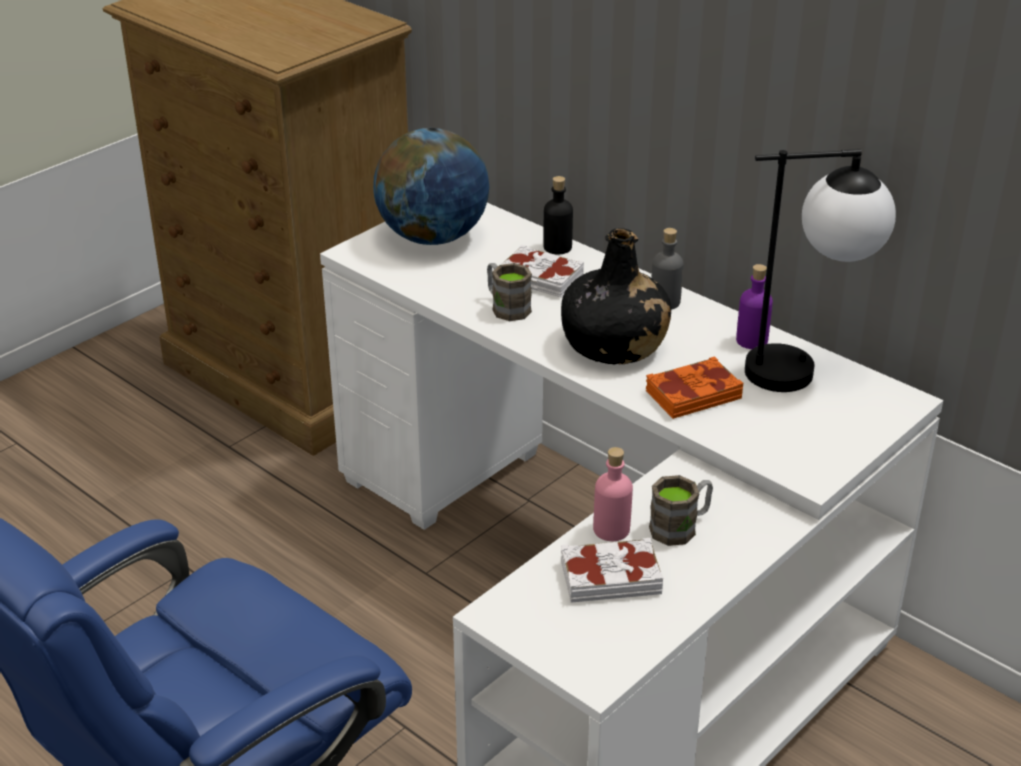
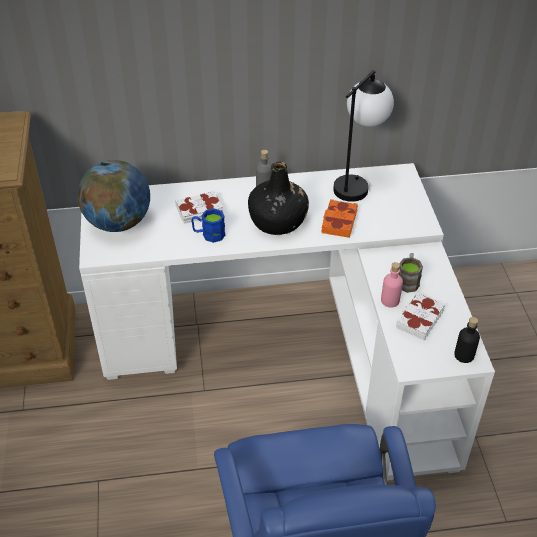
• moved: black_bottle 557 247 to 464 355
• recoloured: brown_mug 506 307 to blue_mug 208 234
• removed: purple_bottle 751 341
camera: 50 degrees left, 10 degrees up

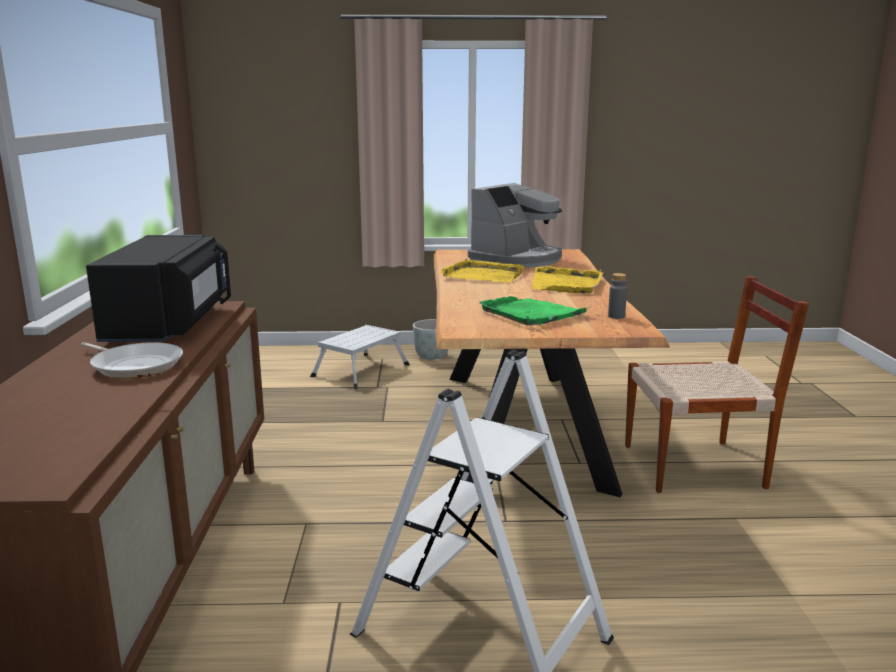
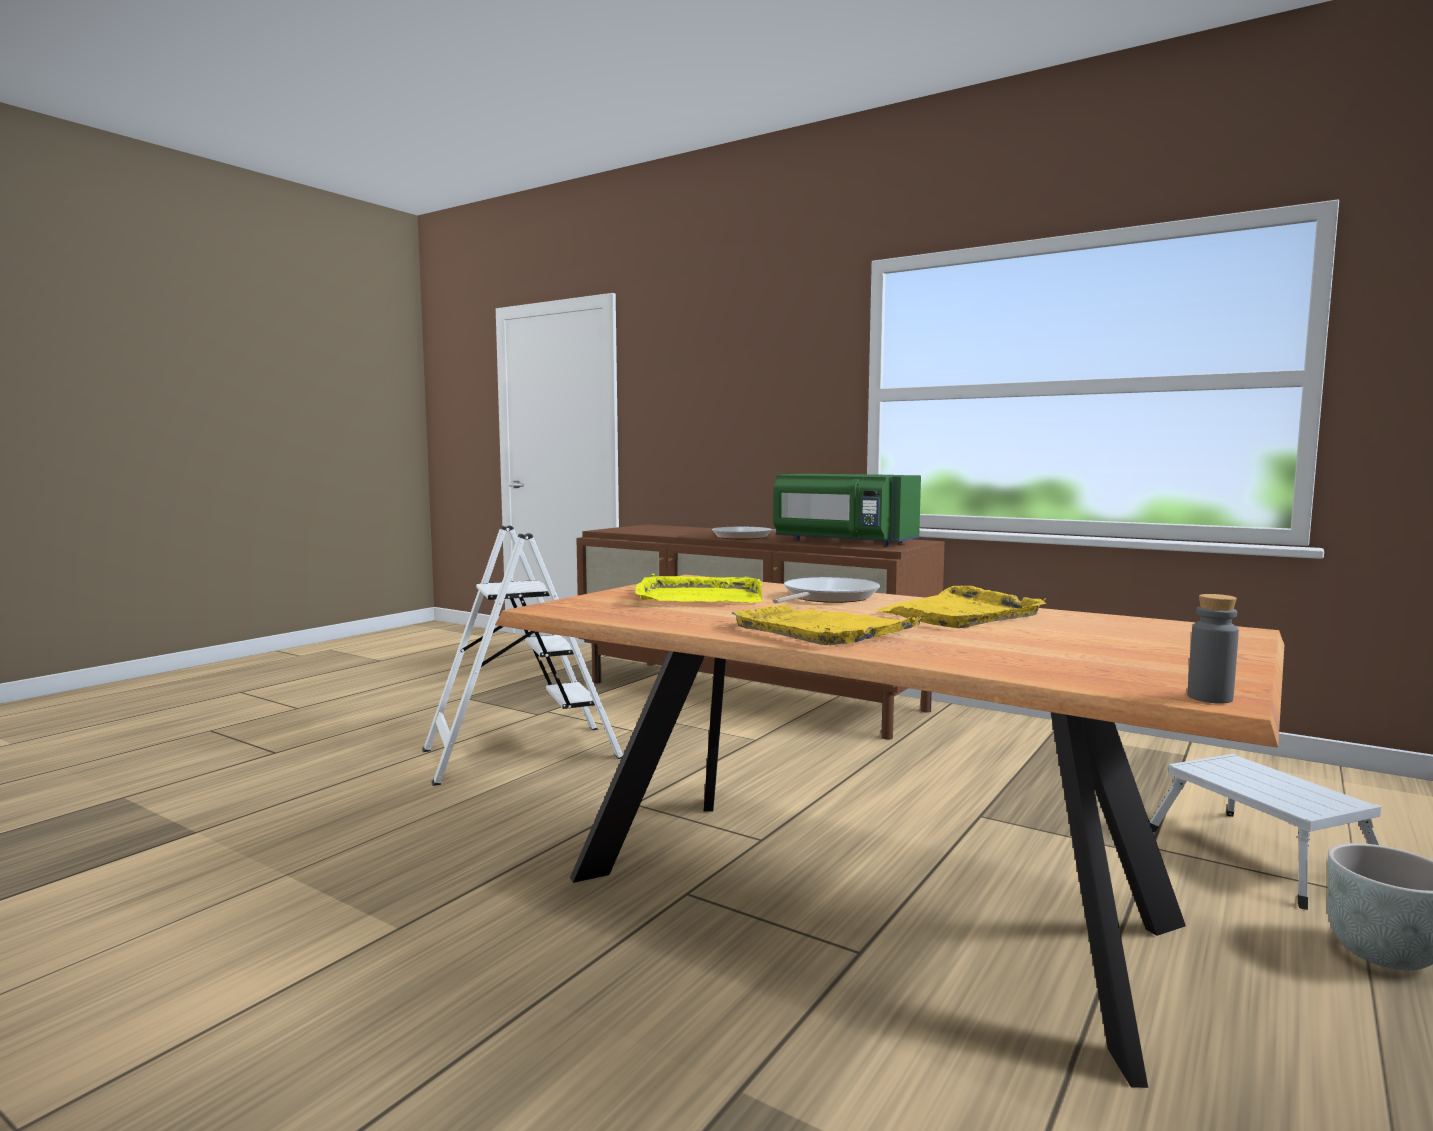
• removed: coffee_machine 517 260
• recoloured: black_microwave 171 324 to green_microwave 841 542
• moved: grey_bottle 616 316 to 1209 698
• removed: chair 697 467
• recoloured: green_tray 531 314 to yellow_tray 699 597
• added: frying_pan 826 597
camera: 125 degrees right, 10 degrees down

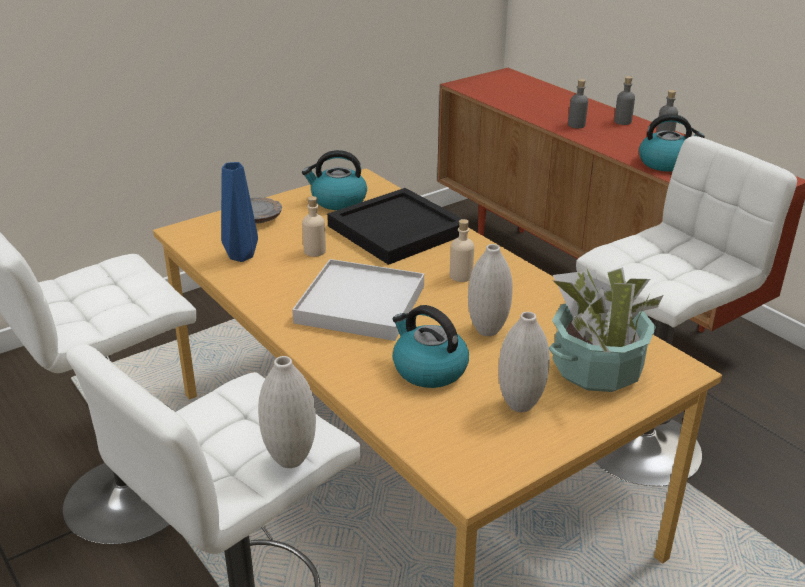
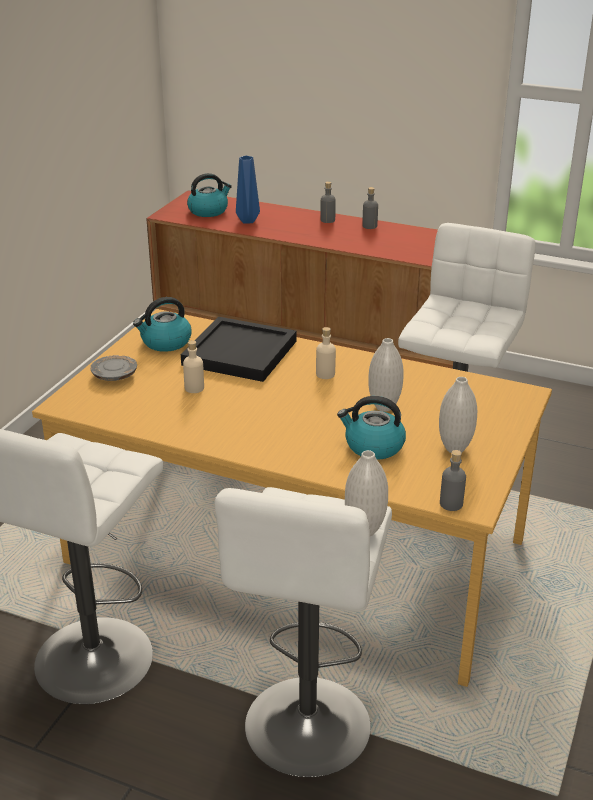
• moved: grey_bottle 576 125 to 451 504
• moved: kettle 665 163 to 208 211
• moved: blue_vase 243 256 to 248 220
• removed: white_tray 361 304
• removed: potted_plant 596 369
camera: 30 degrees left, 0 degrees up

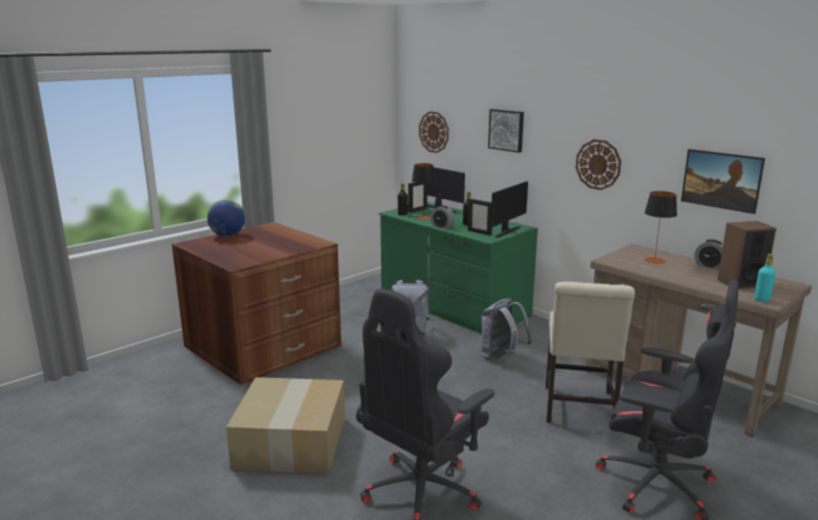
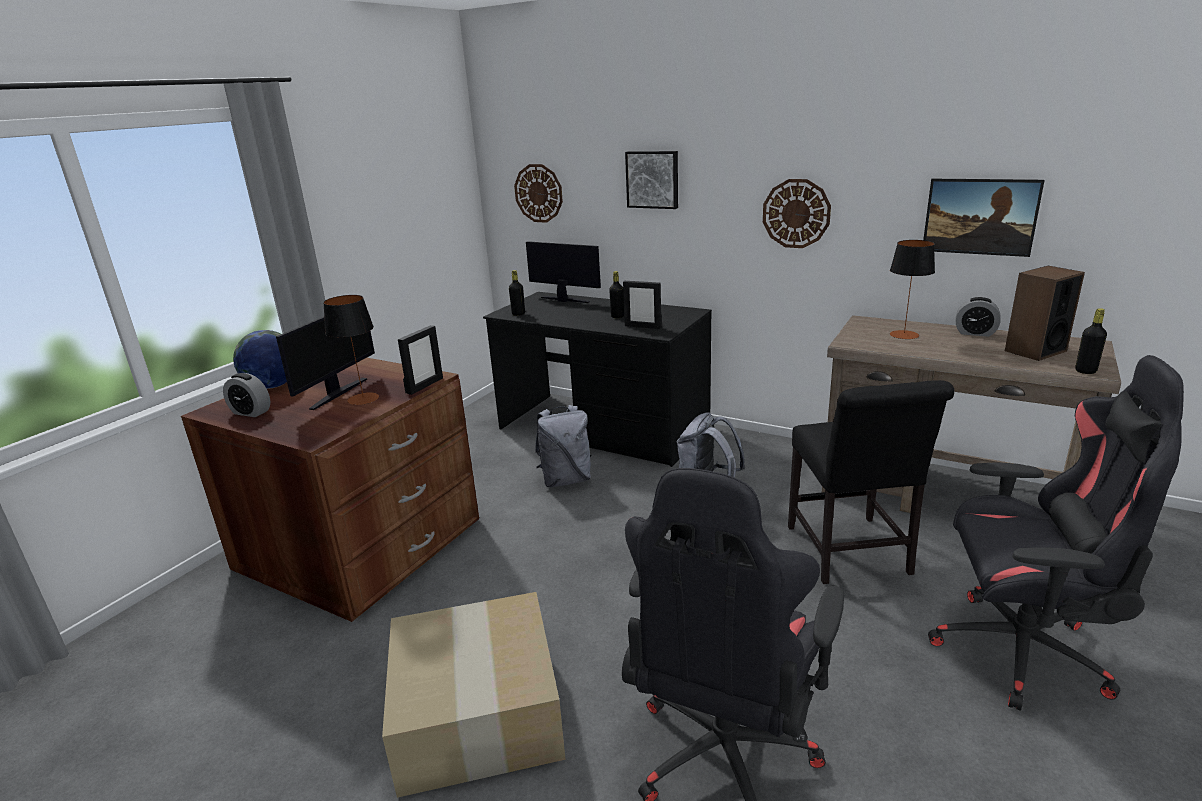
• moved: table_lamp 423 218 to 363 399
• moved: monitor 506 231 to 337 393
• moved: picture_frame 417 210 to 424 385
• recoloured: green_desk 453 305 to black_desk 603 428
• moved: alarm_clock 442 227 to 251 412
• recoloured: turquoise_bottle 761 300 to black_bottle 1085 371
• recoloured: beige_chair 578 410 to black_chair 850 555
camera: 15 degrees left, 5 degrees up

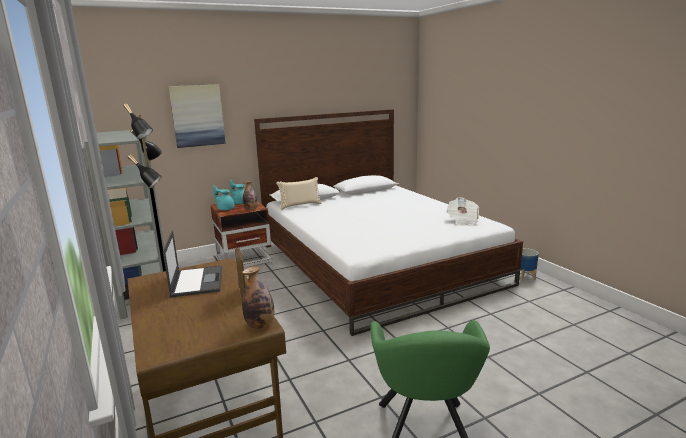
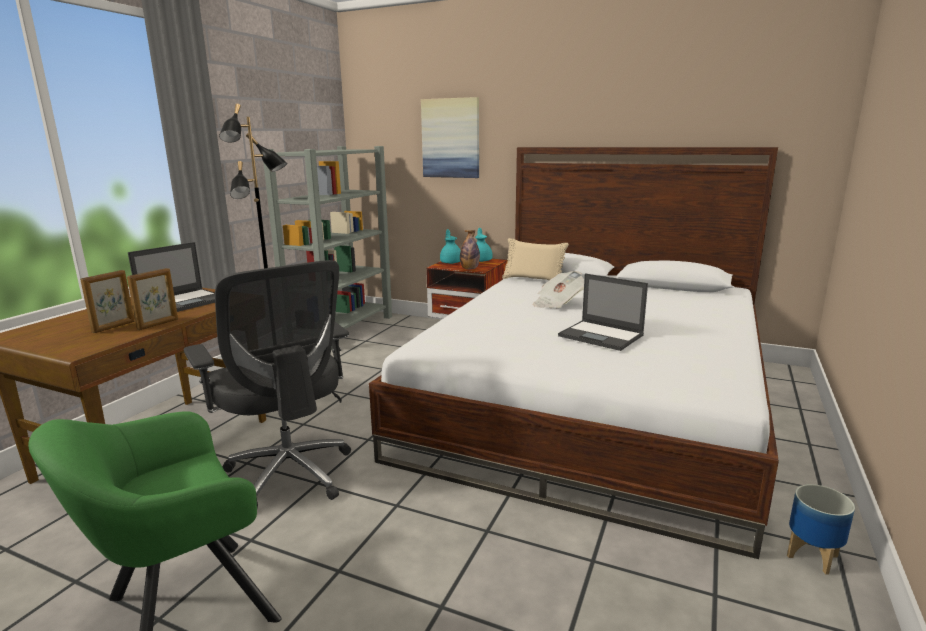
• moved: newspaper 462 220 to 558 303
• removed: bottle 260 325
• added: office_chair 289 471
• added: picture_frame 114 327
• added: laptop 602 336
camera: 50 degrees right, 0 degrees up

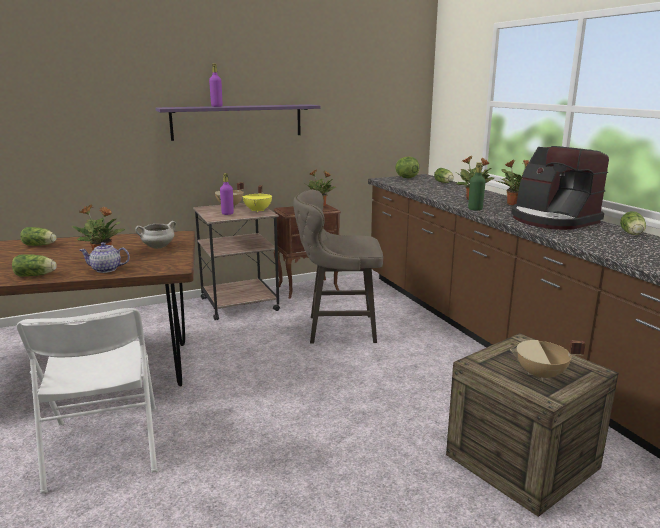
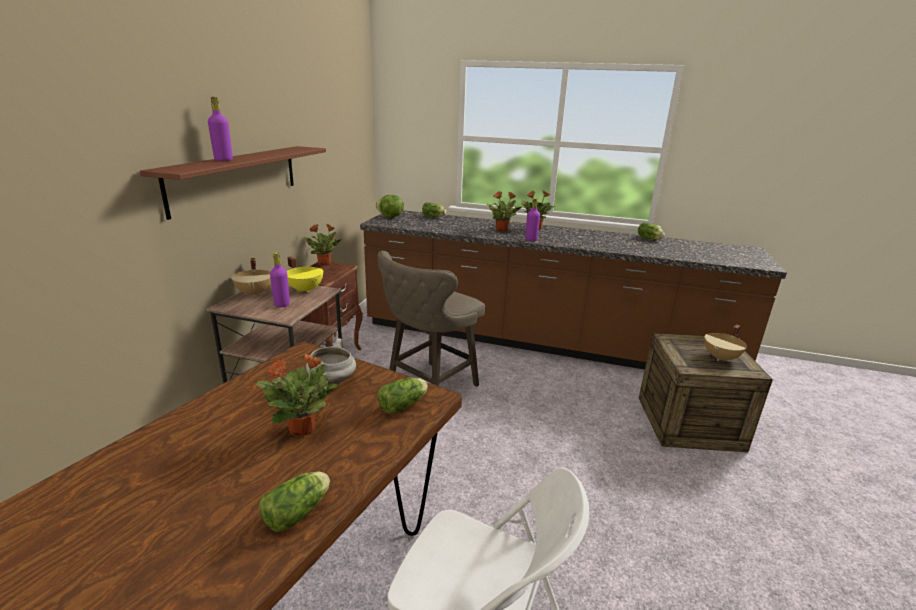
• recoloured: purple_shelf 237 121 to brown_shelf 236 178
• removed: coffee_machine 552 220
• recoloured: green_bottle 475 209 to purple_bottle 531 240
• moved: lettuce 40 245 to 404 405
• removed: teapot 106 269
camera: 50 degrees left, 5 degrees up

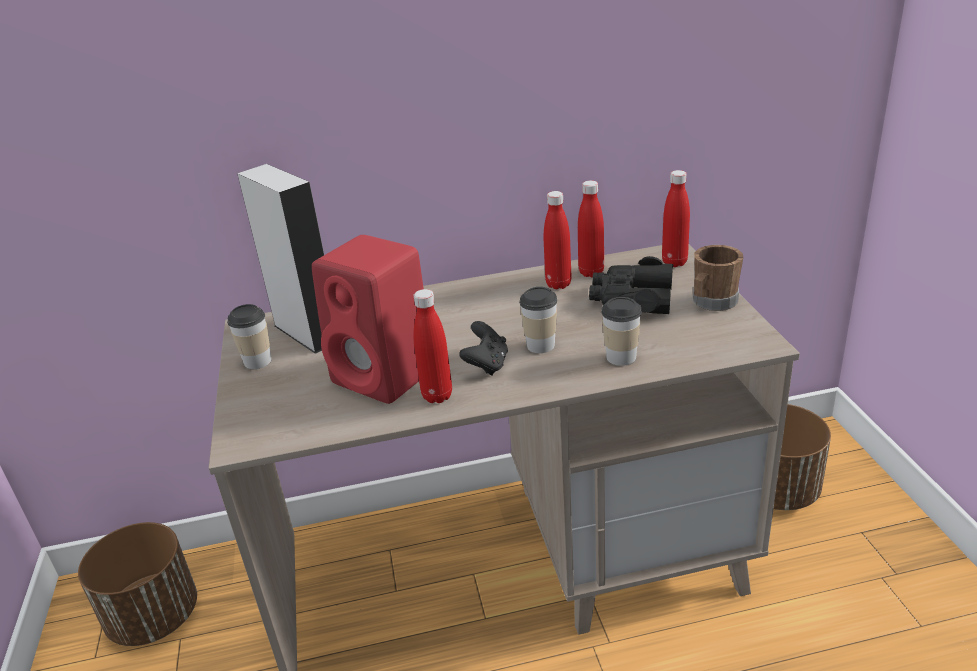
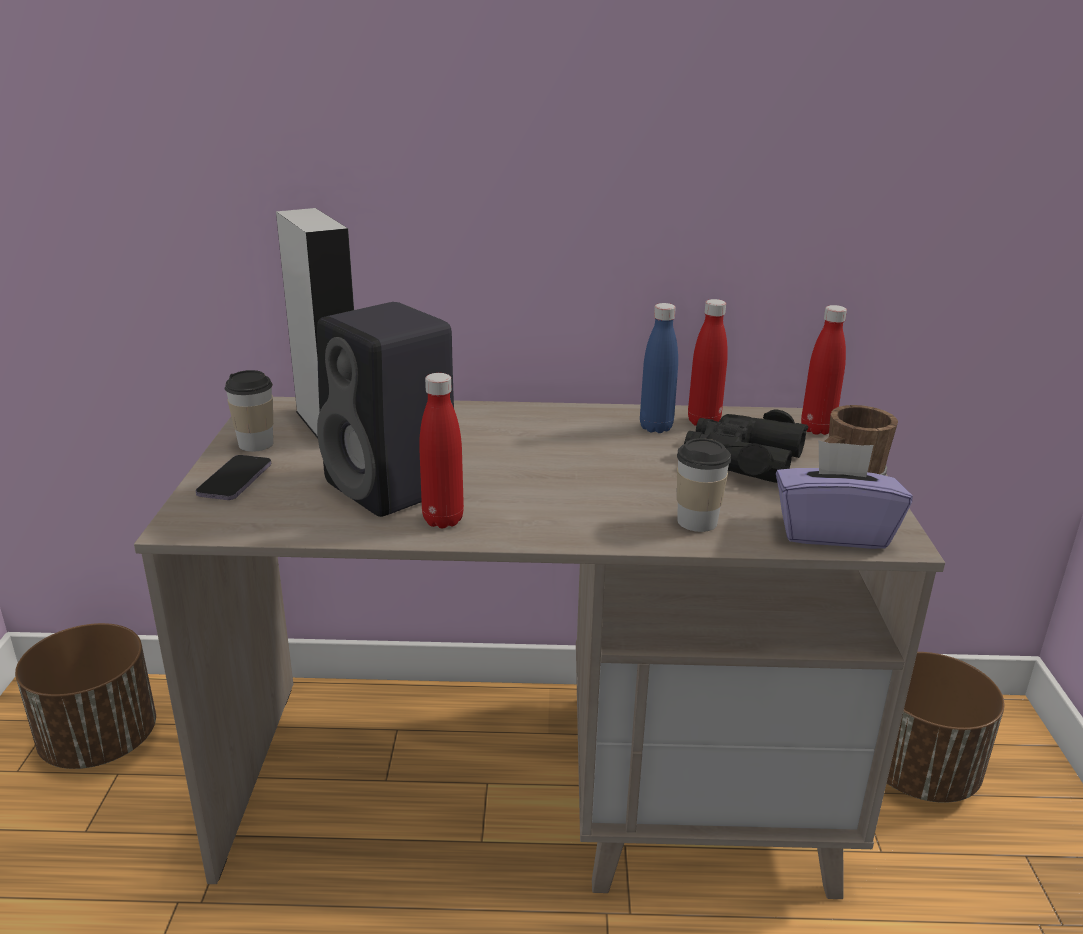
• recoloured: red_bottle 558 284 to blue_bottle 656 427
• recoloured: red_speaker 387 376 to black_speaker 395 487
• removed: cup 540 345
• removed: black_game_controller 487 365
• added: purple_tissue_box 832 531
• added: phone 235 480
camera: 10 degrees right, 5 degrees down

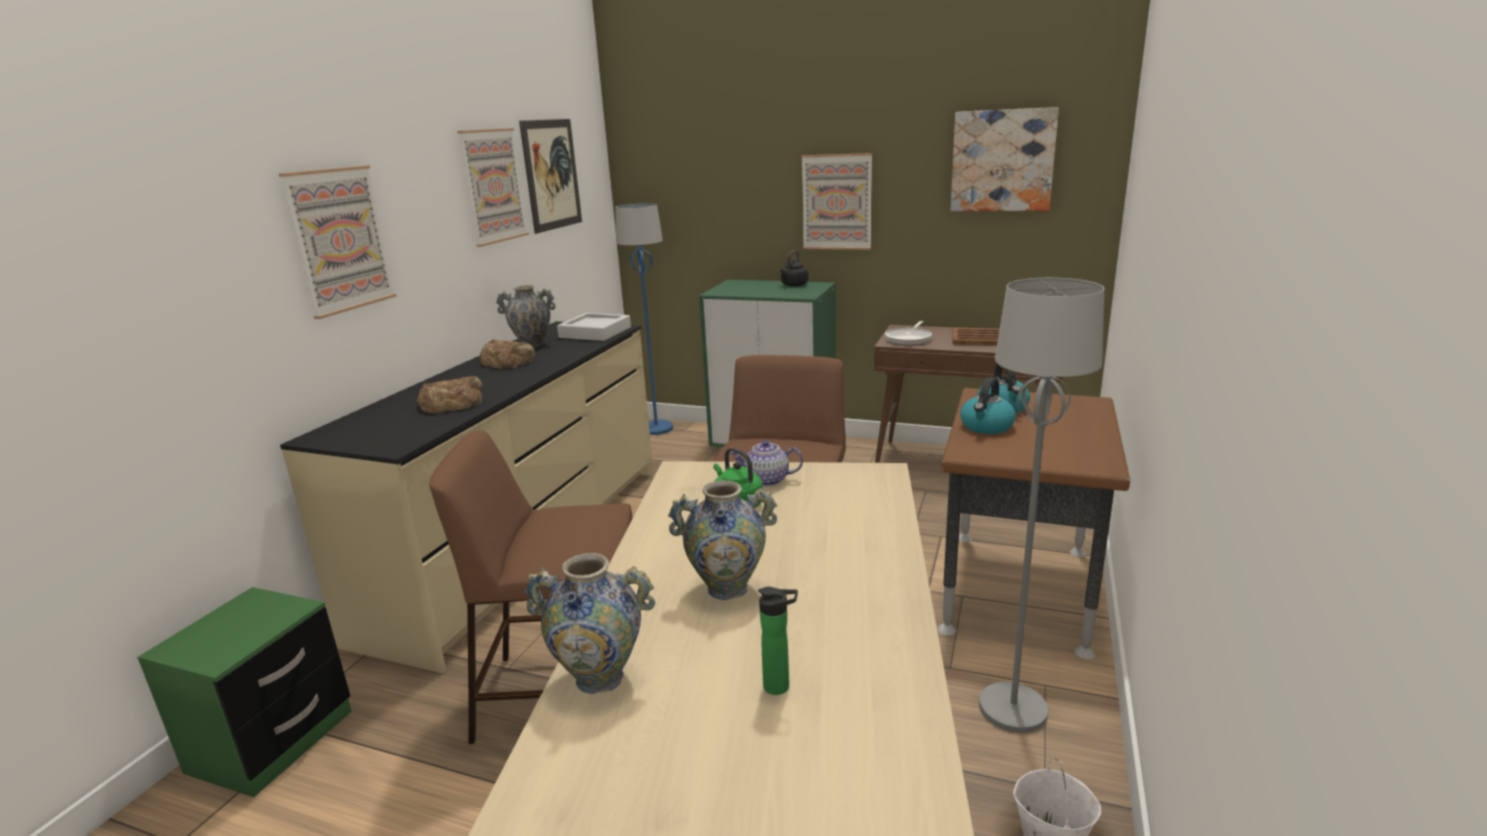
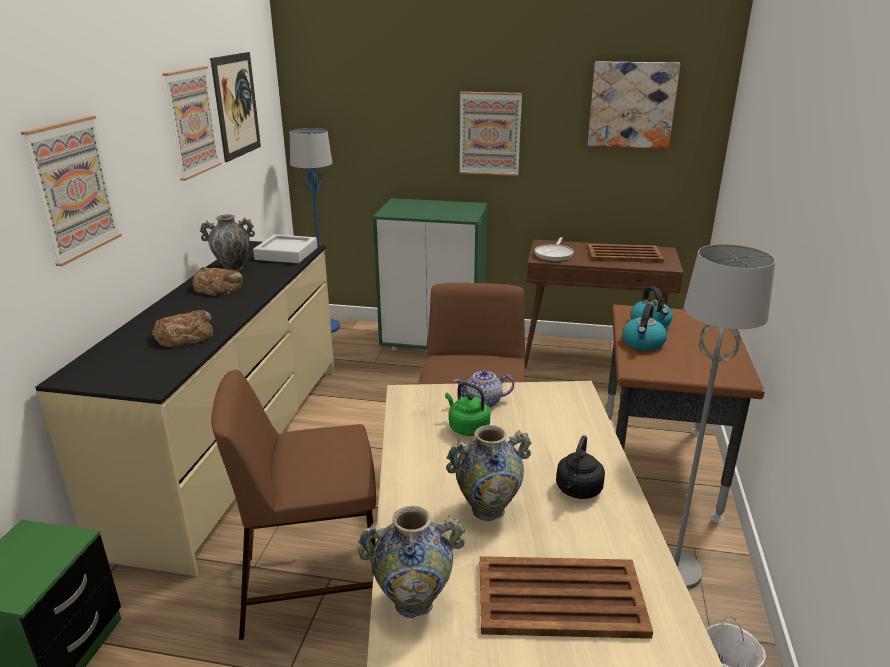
• moved: black_kettle 793 285 to 578 491
• replaced: bottle 780 687 to brown_tray 562 598
camera: 10 degrees left, 5 degrees up

